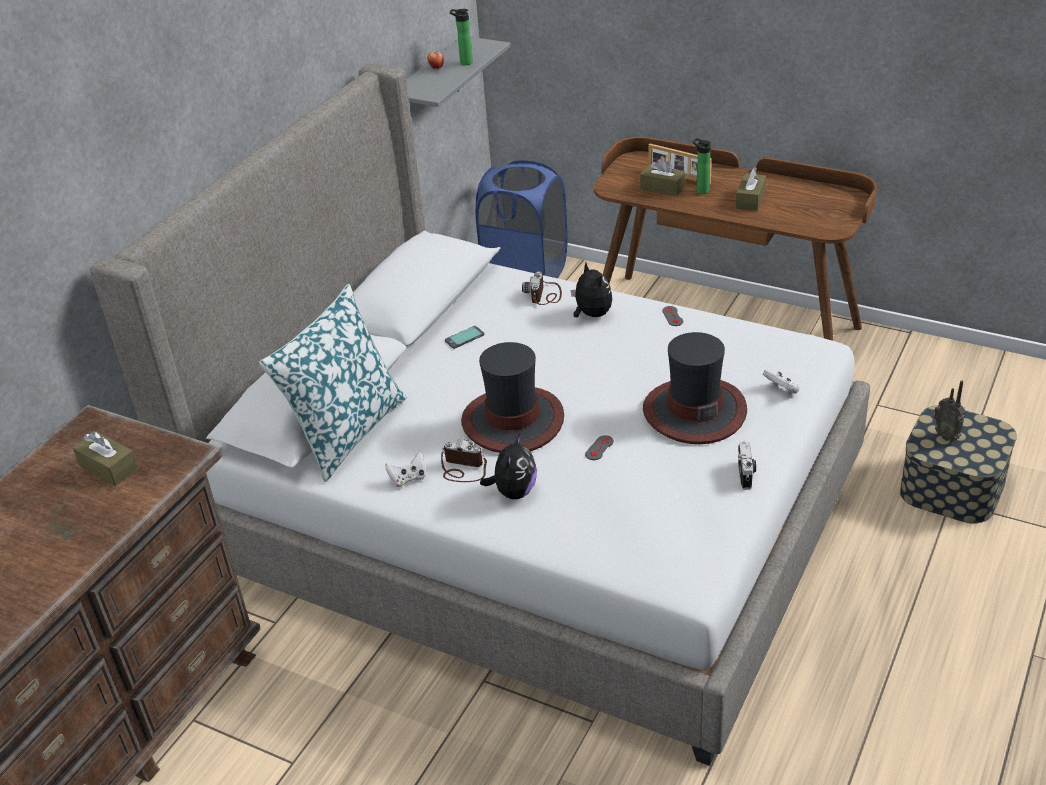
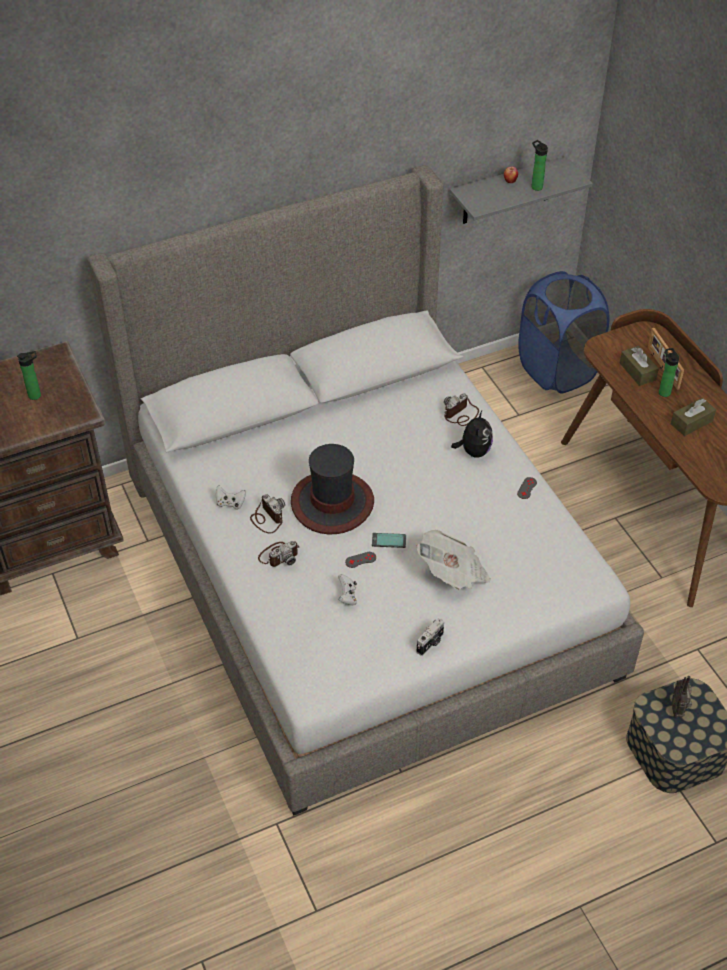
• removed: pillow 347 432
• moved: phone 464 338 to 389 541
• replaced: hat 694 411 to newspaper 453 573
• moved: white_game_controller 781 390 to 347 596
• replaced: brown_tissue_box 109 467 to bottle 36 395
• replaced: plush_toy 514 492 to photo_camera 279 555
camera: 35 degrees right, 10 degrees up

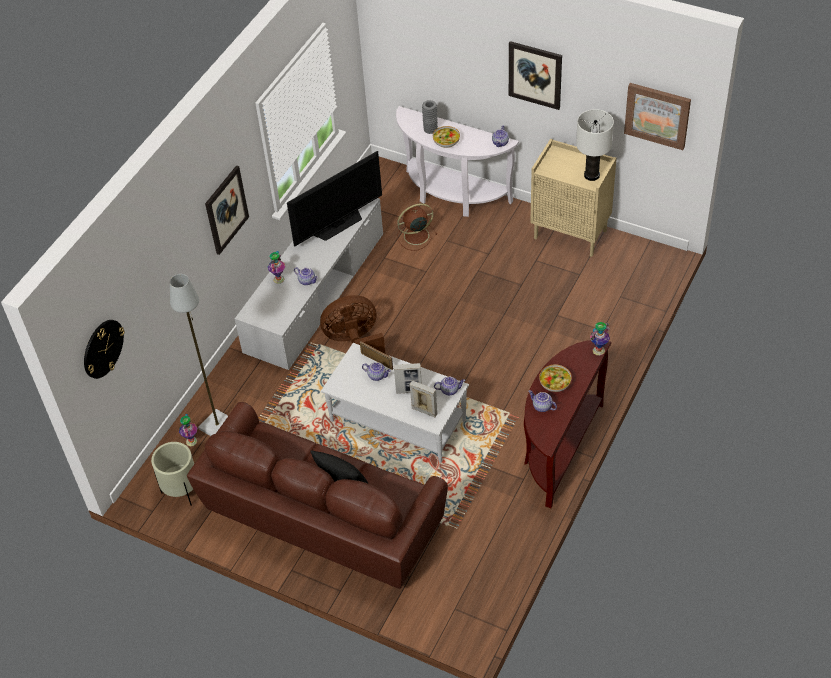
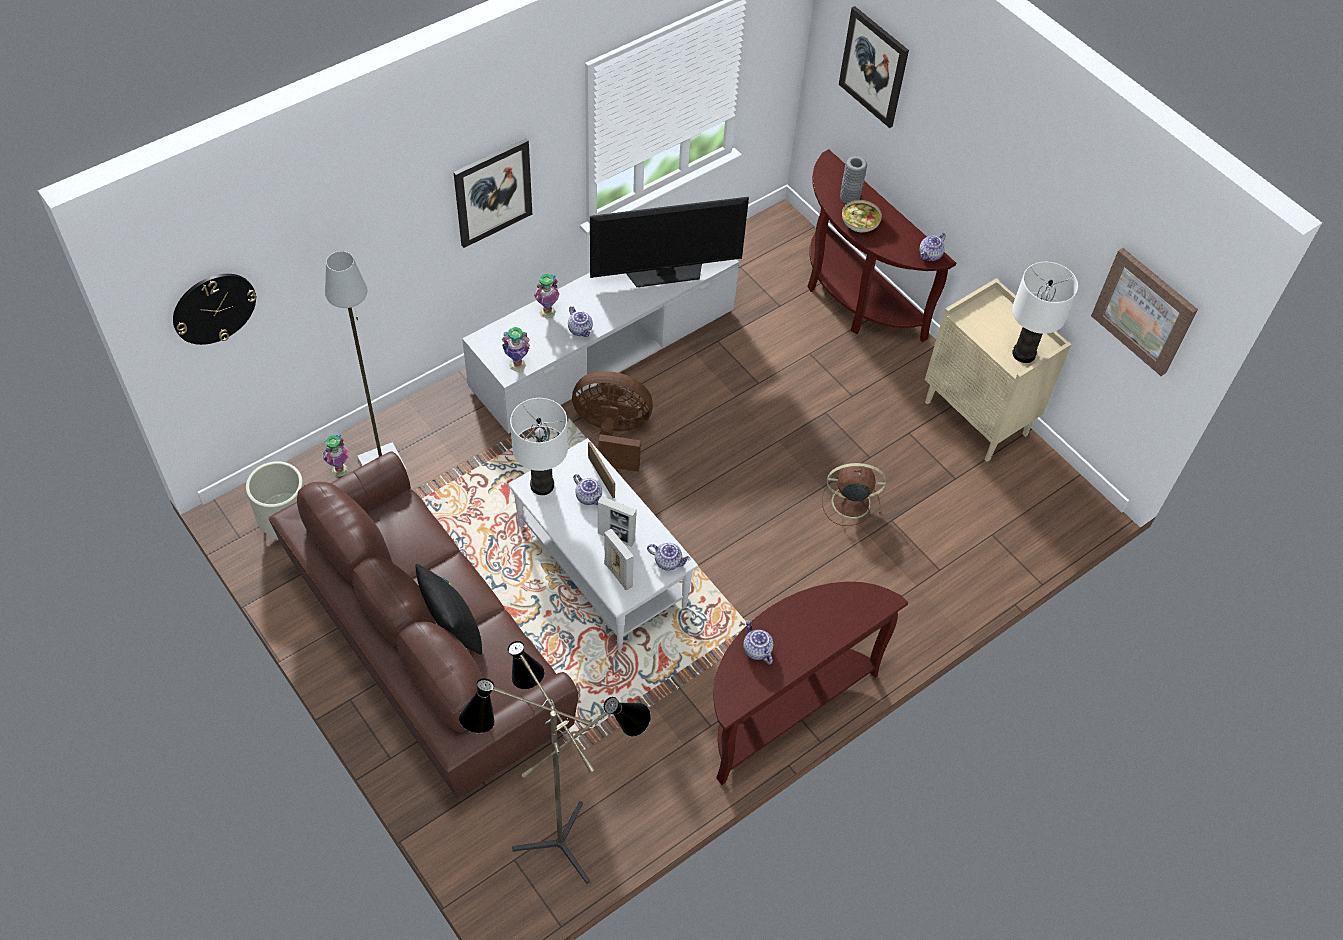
• moved: picture 535 75 to 874 67
• recoloured: white_console_table 452 195 to brown_console_table 853 297
• moved: brown_fan 415 236 to 849 502
• moved: vase 598 350 to 517 365
• removed: bowl 554 383
• added: white_table_lamp 542 485
• added: floor_lamp 558 835
camera: 20 degrees right, 5 degrees up

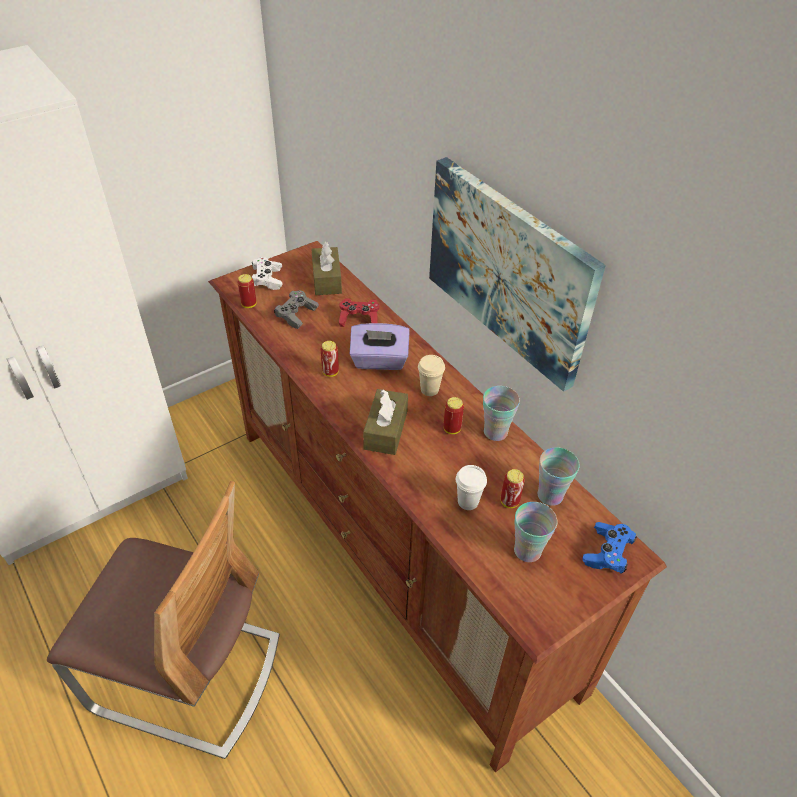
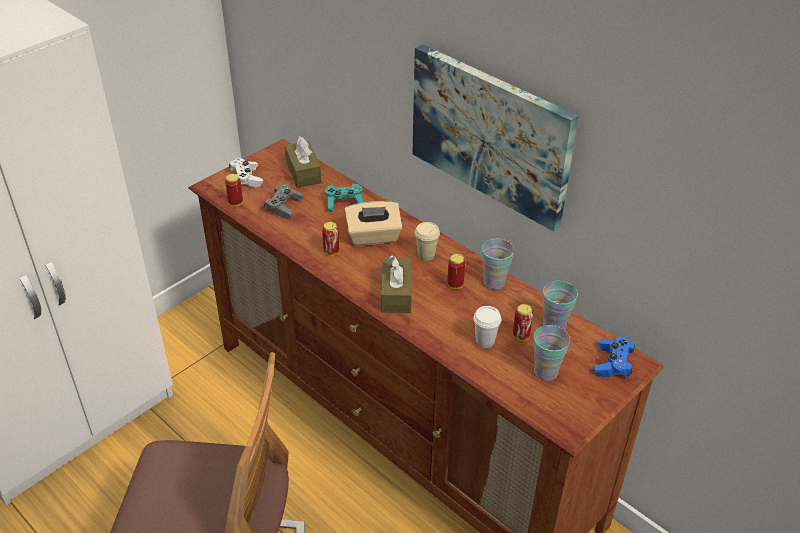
• recoloured: red_game_controller 359 319 to turquoise_game_controller 344 203
• recoloured: purple_tissue_box 379 361 to beige_tissue_box 373 237
camera: 10 degrees left, 5 degrees down

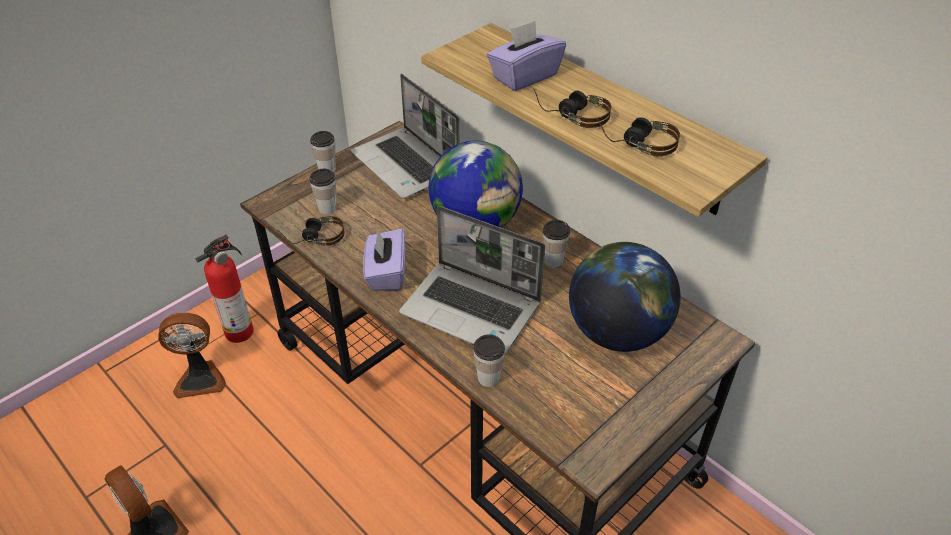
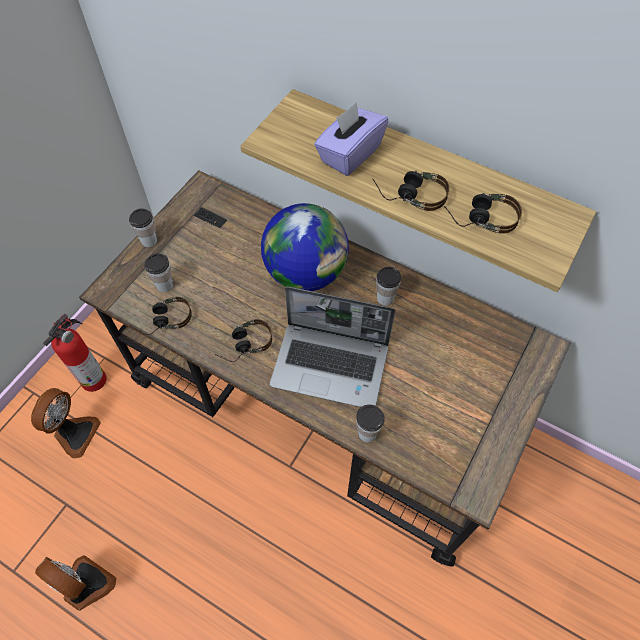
• removed: laptop 407 165
• replaced: purple_tissue_box 386 273 to headphones 243 345
• removed: globe 617 331
• turned: fan 200 378 = 75 433 45 degrees counterclockwise
camera: 15 degrees left, 15 degrees up

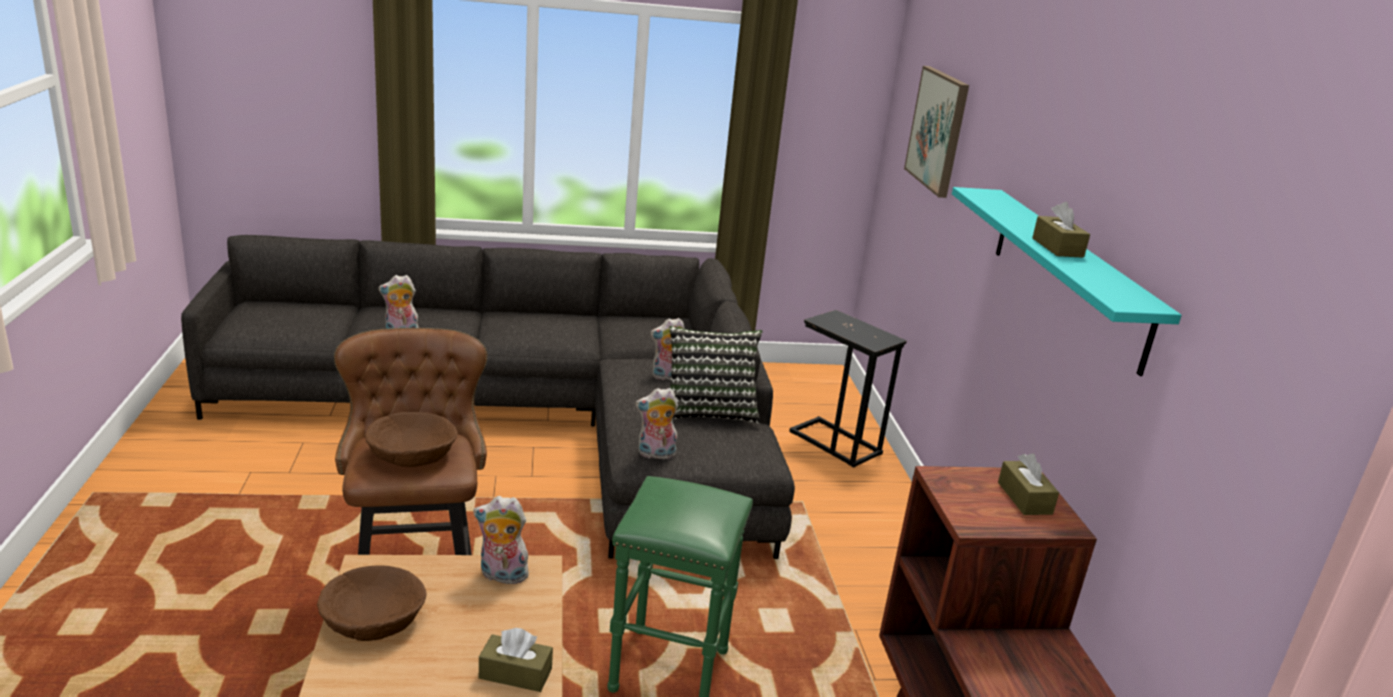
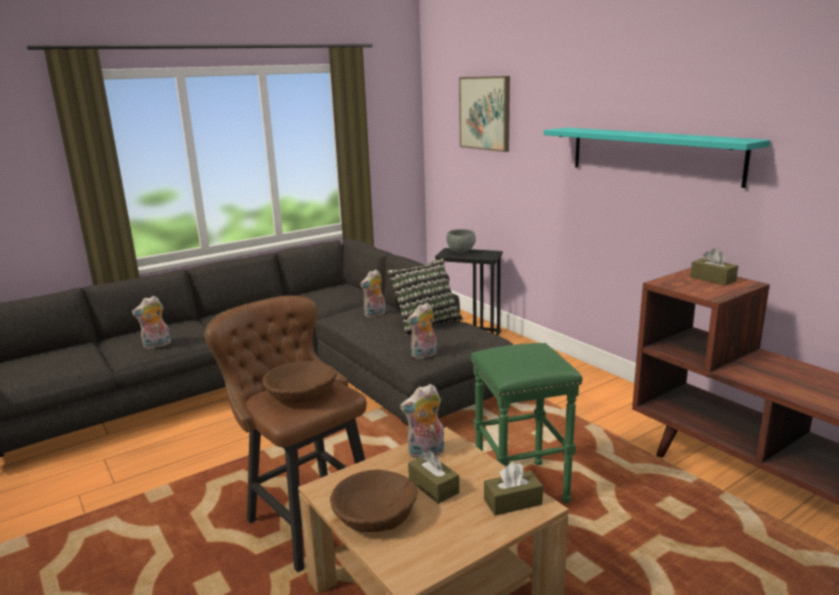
• moved: brown_tissue_box 1057 247 to 433 486
• added: grey_bowl 461 251
camera: 25 degrees left, 5 degrees down

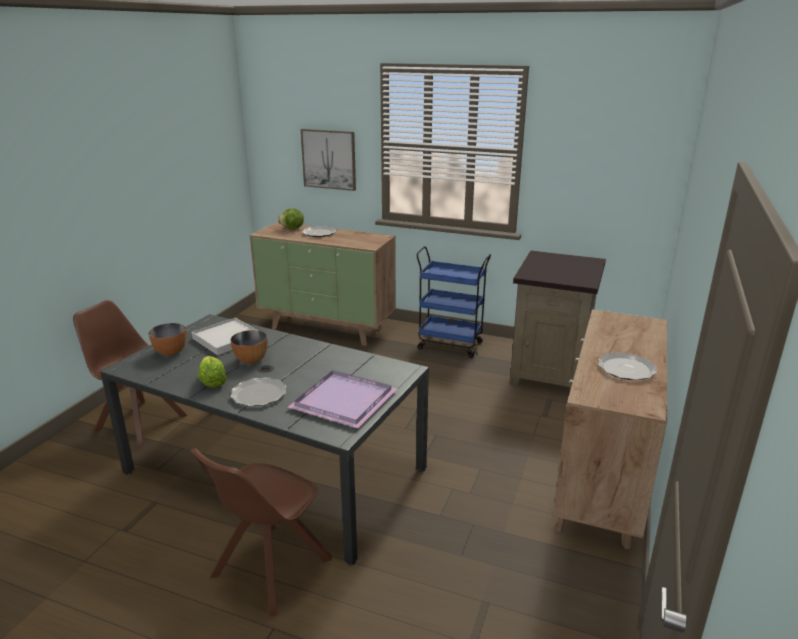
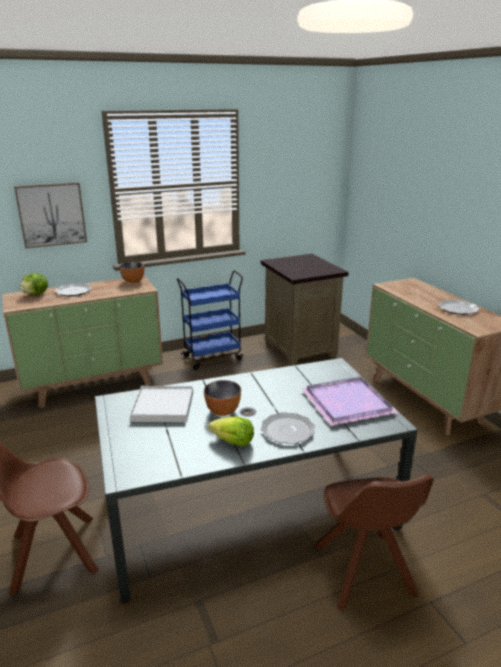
• moved: bowl 170 352 to 133 281
camera: 45 degrees left, 0 degrees up

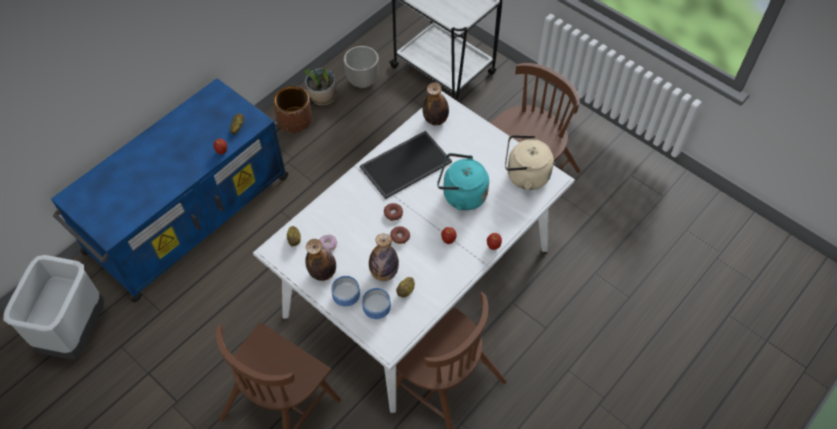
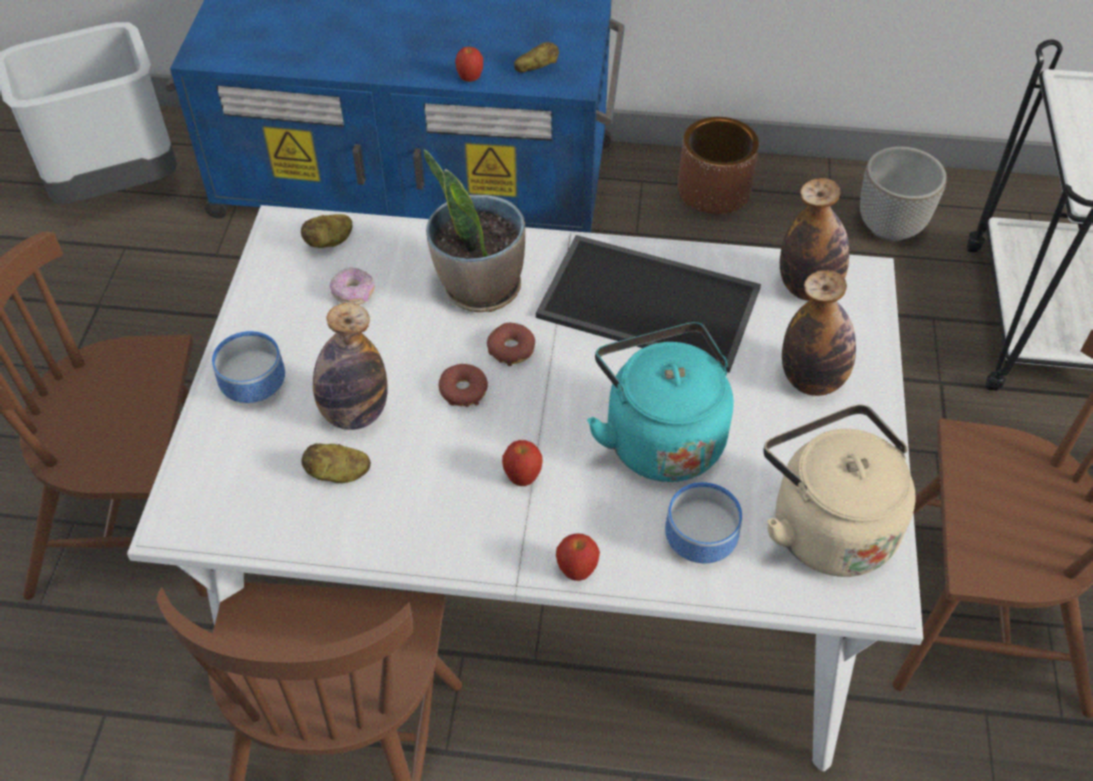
• moved: potted_plant 323 98 to 479 288
• moved: bottle 323 272 to 812 380
• moved: bowl 378 308 to 703 541
camera: 55 degrees right, 5 degrees down

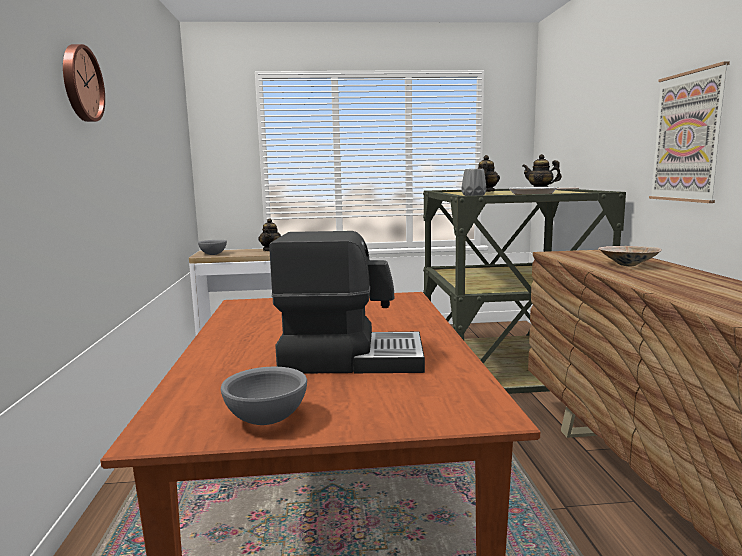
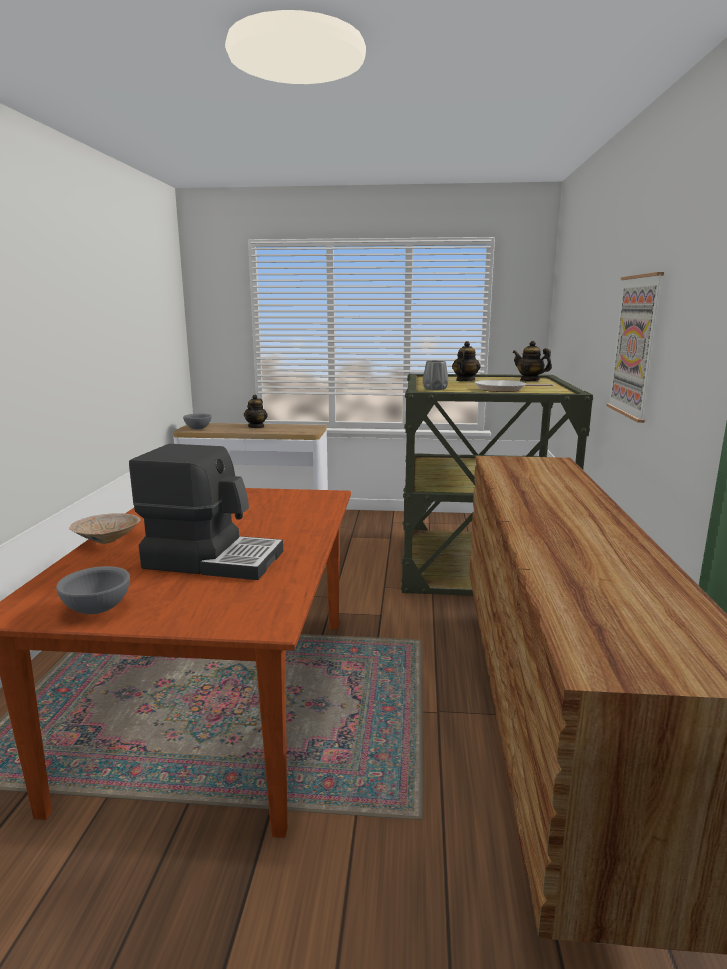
• removed: wall_clock 80 83
• moved: beige_bowl 627 265 to 108 540
camera: 10 degrees right, 5 degrees up

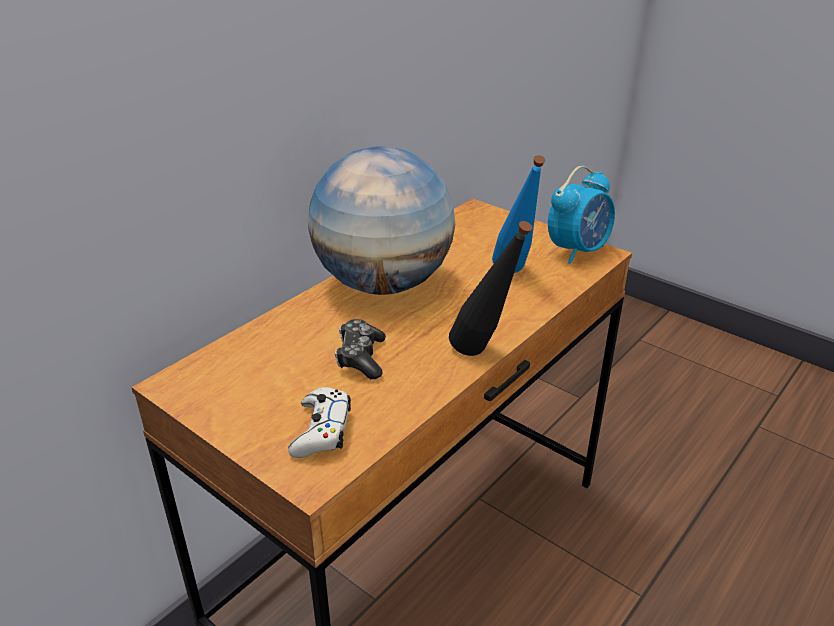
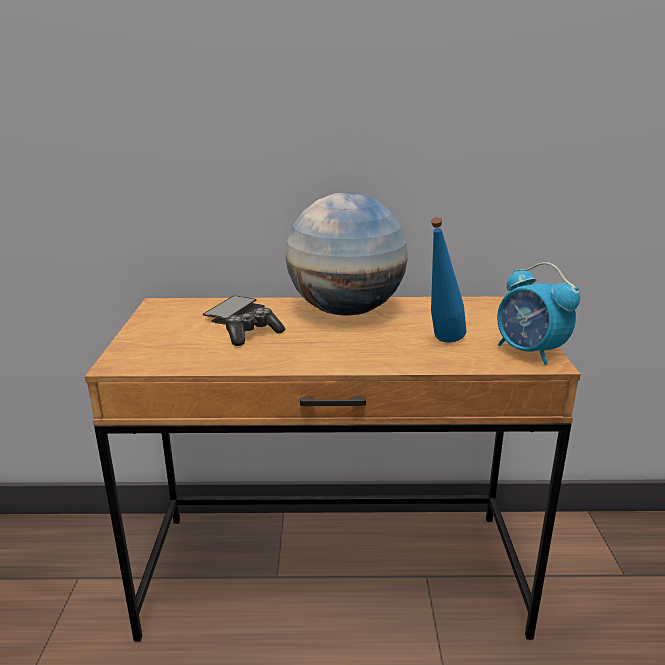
• turned: alarm_clock 578 251 = 529 352 45 degrees clockwise
• removed: black_bottle 484 355
• removed: white_game_controller 321 430
• added: phone 234 312
camera: 50 degrees right, 10 degrees down

